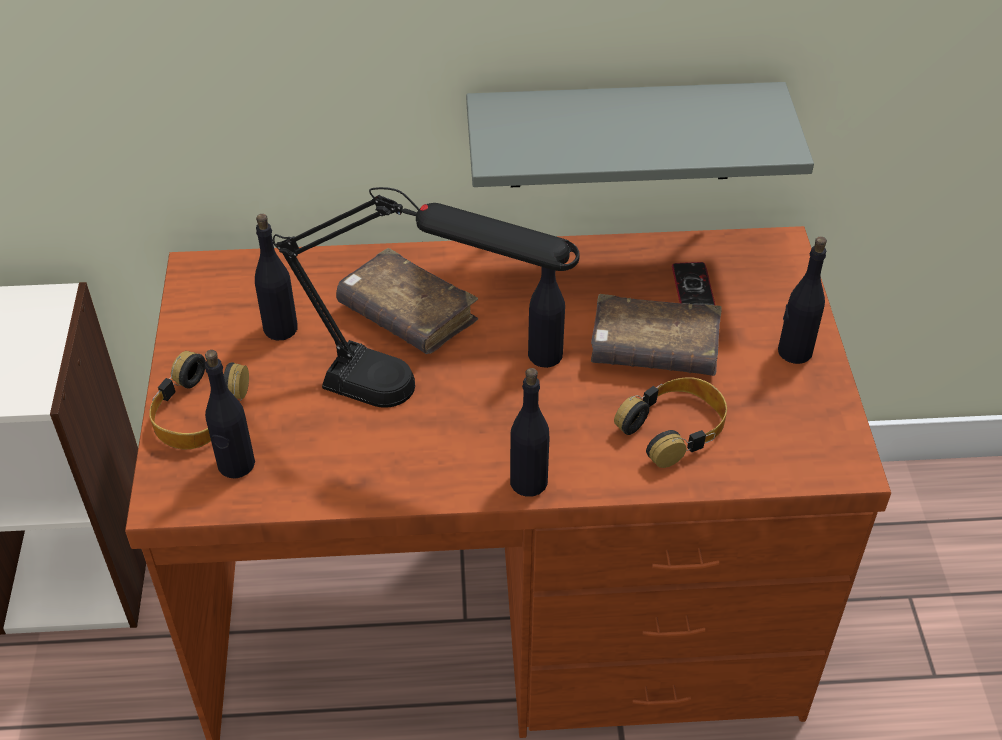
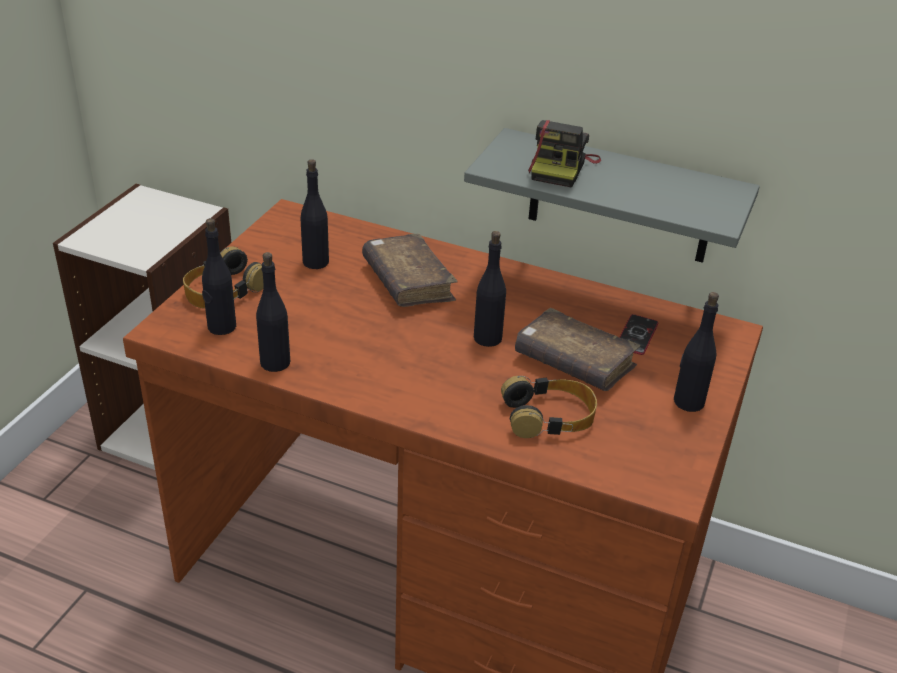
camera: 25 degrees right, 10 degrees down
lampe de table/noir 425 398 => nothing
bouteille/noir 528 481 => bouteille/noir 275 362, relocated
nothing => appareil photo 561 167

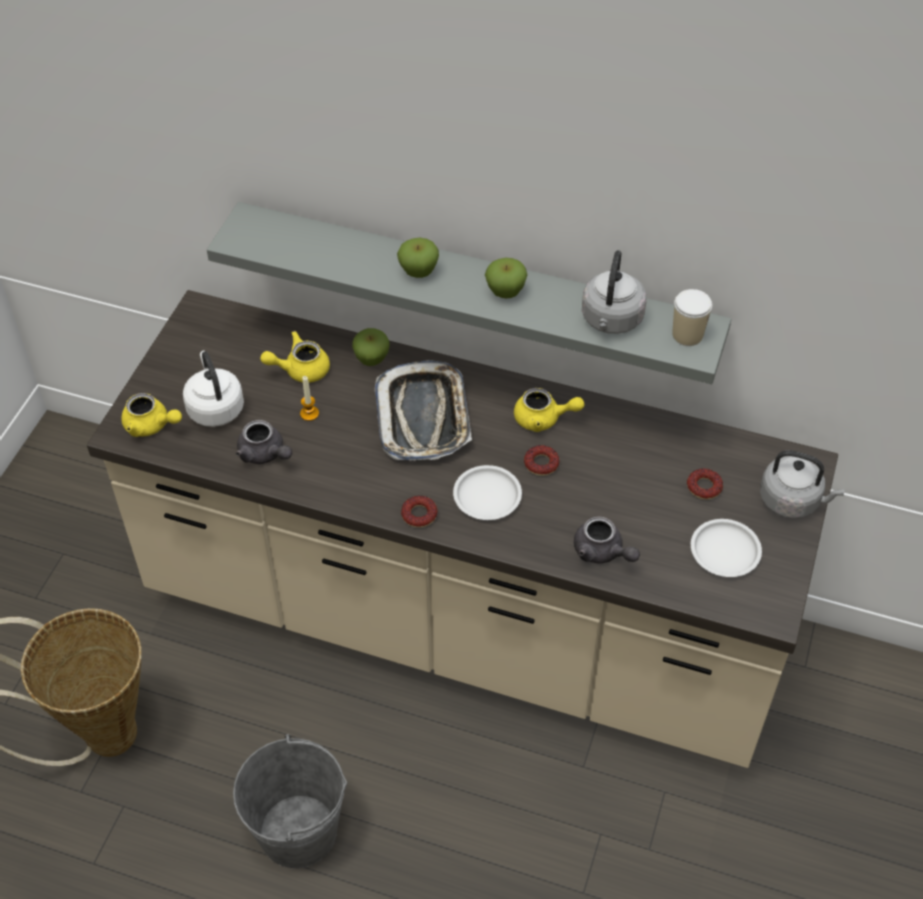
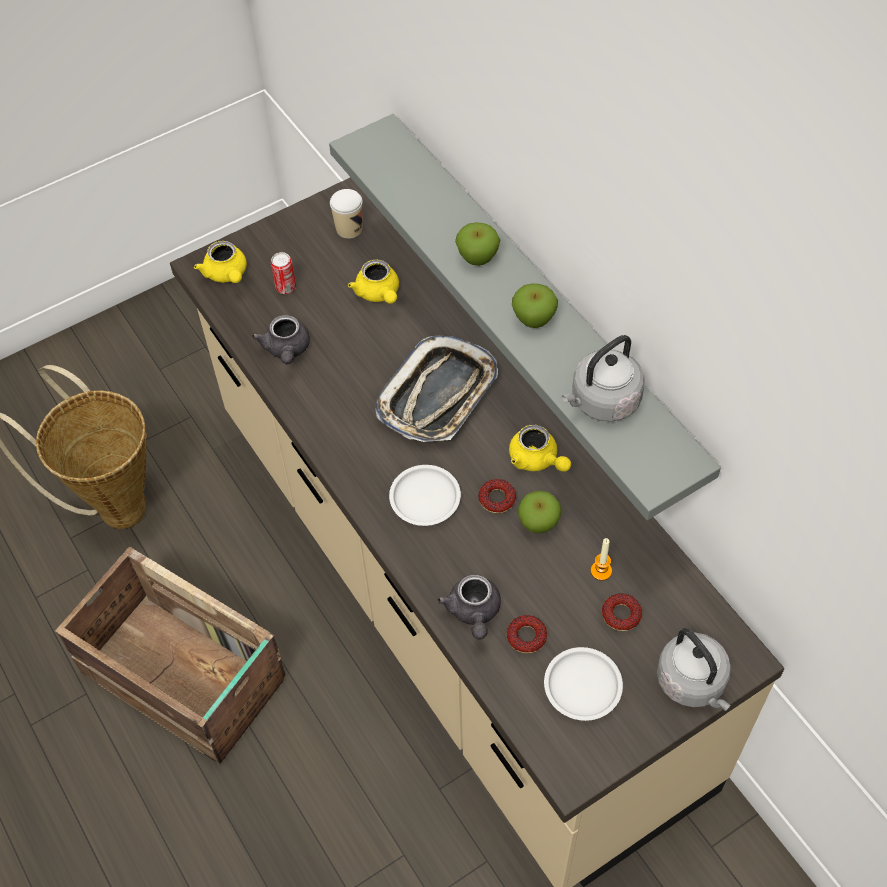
camera: 40 degrees right, 5 degrees up
bouilloire/blanc 215 407 => boîte métallique 286 287
seau/gris 298 831 => caisse 185 677
théière/jaune 300 369 => théière/jaune 378 294, 135 degrees counterclockwise
bougie 309 413 => bougie 601 571, relocated
pomme 371 359 => pomme 538 523, relocated
beignet 419 514 => beignet 526 636, relocated
tasse 687 335 => tasse 349 229, relocated

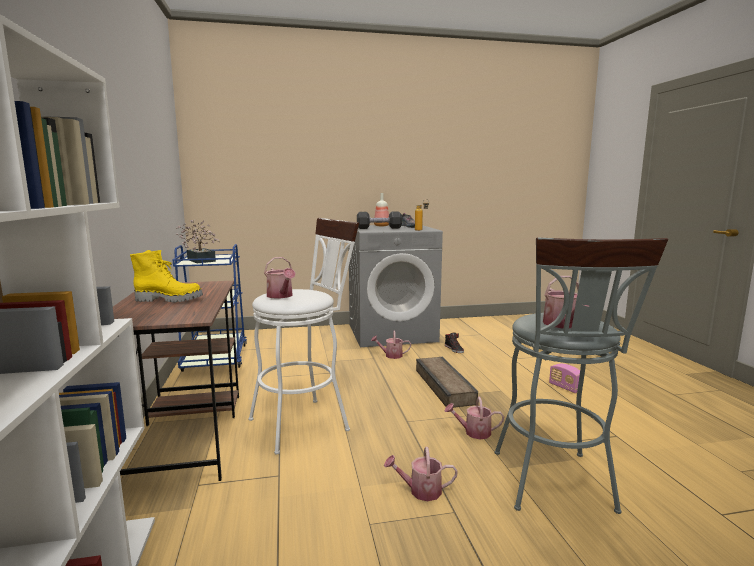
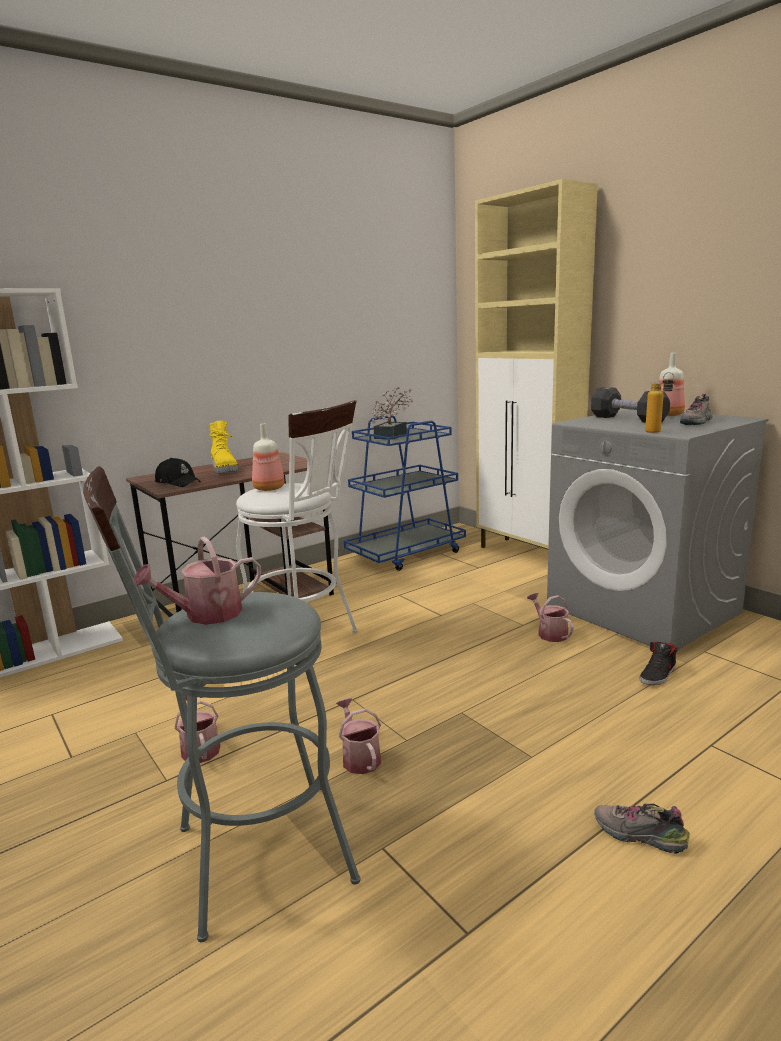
camera: 65 degrees right, 5 degrees up
arrosoir 281 296 => bouteille 268 488
caisse 445 386 => nothing
radio 565 387 => chaussure 639 836
nothing => casquette/noir 178 482
nothing => meuble de rangement/beige 528 554

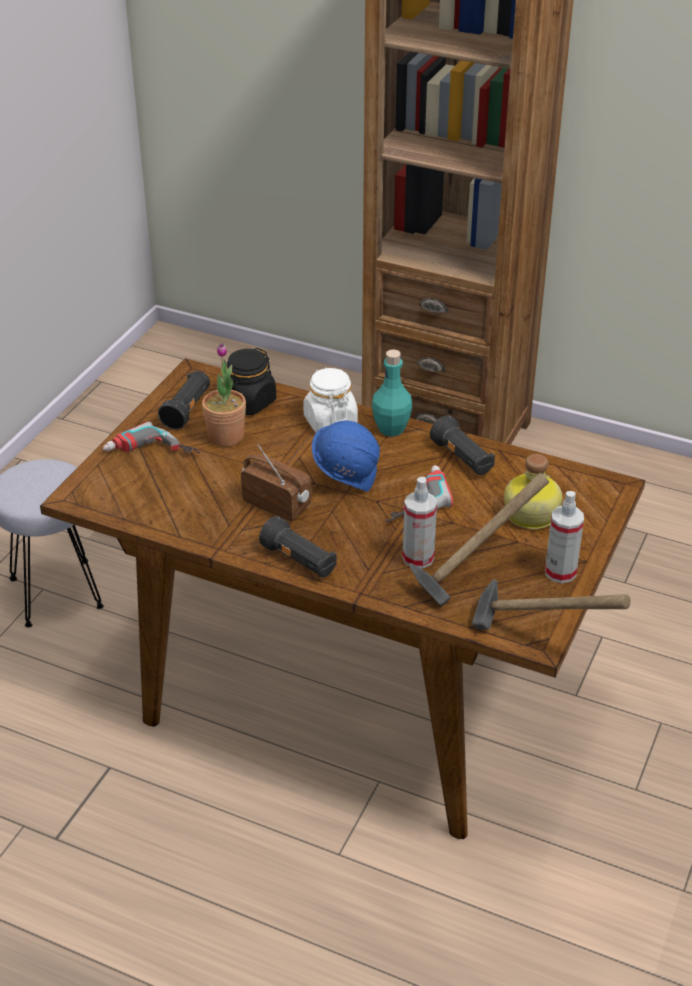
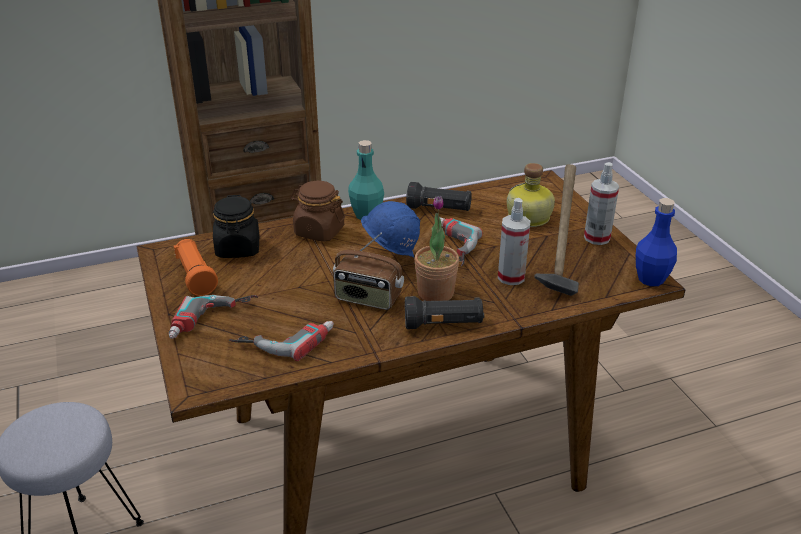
camera: 45 degrees left, 5 degrees down
lampe de poche/noir 187 410 => lampe de poche/orange 196 277
plante en pot 226 436 => plante en pot 435 293, relocated
radio 277 504 => radio 367 299, 150 degrees counterclockwise
bocal/blanc 330 422 => bocal/marron 319 231
marteau 539 639 => bouteille/bleu 651 279
nothing => perceuse 284 338

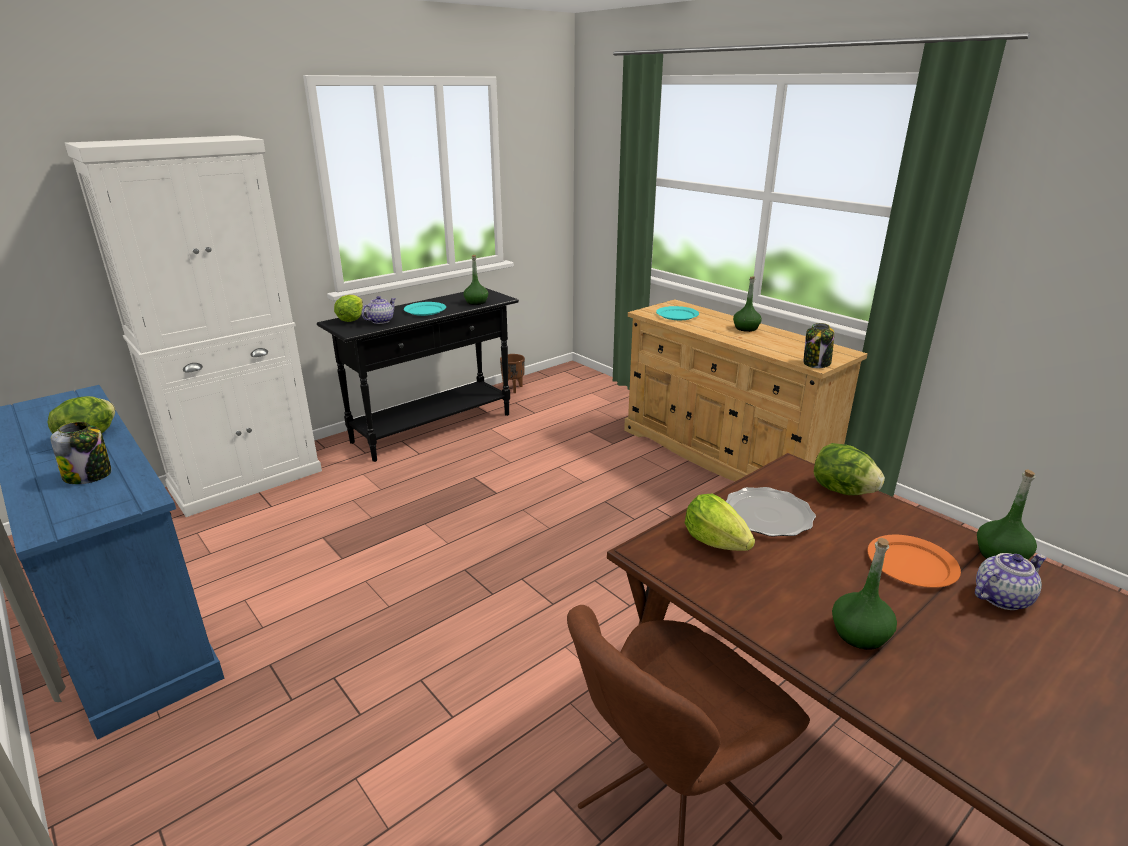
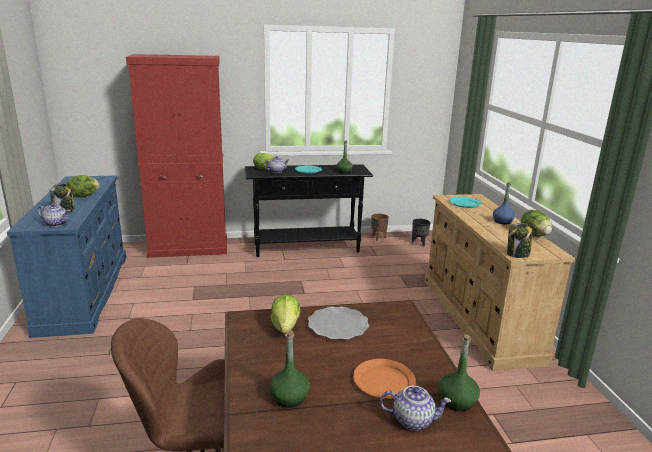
camera: 30 degrees right, 5 degrees down
meuble de rangement/blanc 247 479 => meuble de rangement/rouge 189 248
bouteille/vert 746 328 => bouteille/bleu 502 221
laitue 842 491 => laitue 534 235, relocated
nothing => théière 56 224
nothing => cache-pot/noir 419 243

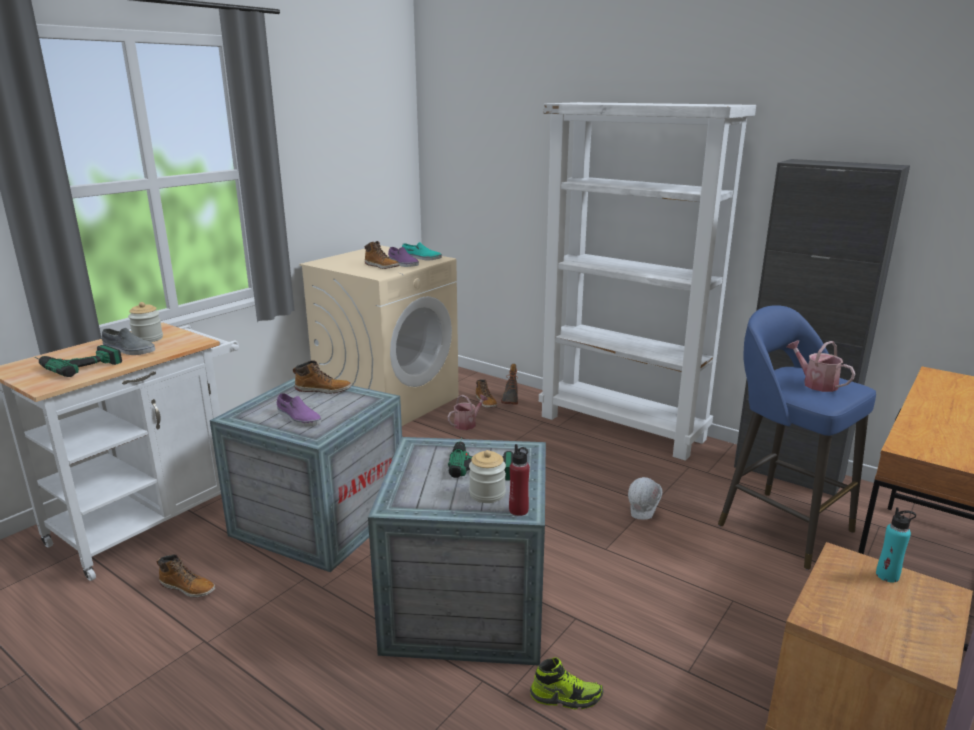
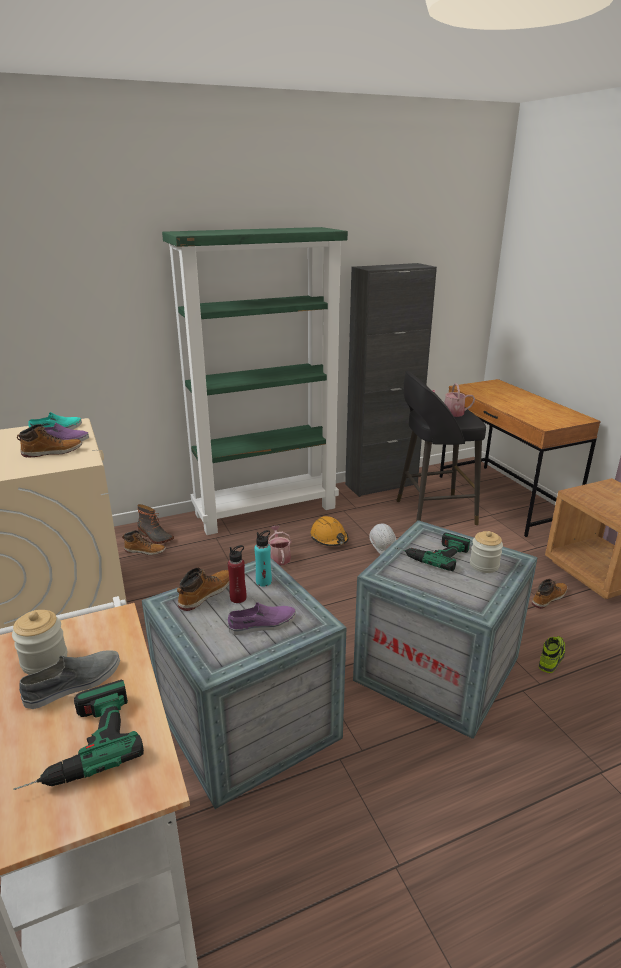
camera: 60 degrees left, 5 degrees up
botte 188 587 => botte 548 598, relocated
arrosoir 467 424 => arrosoir 279 557, relocated
bouteille/rouge 518 510 => bouteille/rouge 238 598, relocated
bibliothèque/blanc 623 427 => bibliothèque/vert 266 510
tabouret/bleu 781 526 => tabouret/noir 433 512
bouteille/turquoise 887 576 => bouteille/turquoise 264 582, relocated
nothing => casque de chantier/orange 329 538

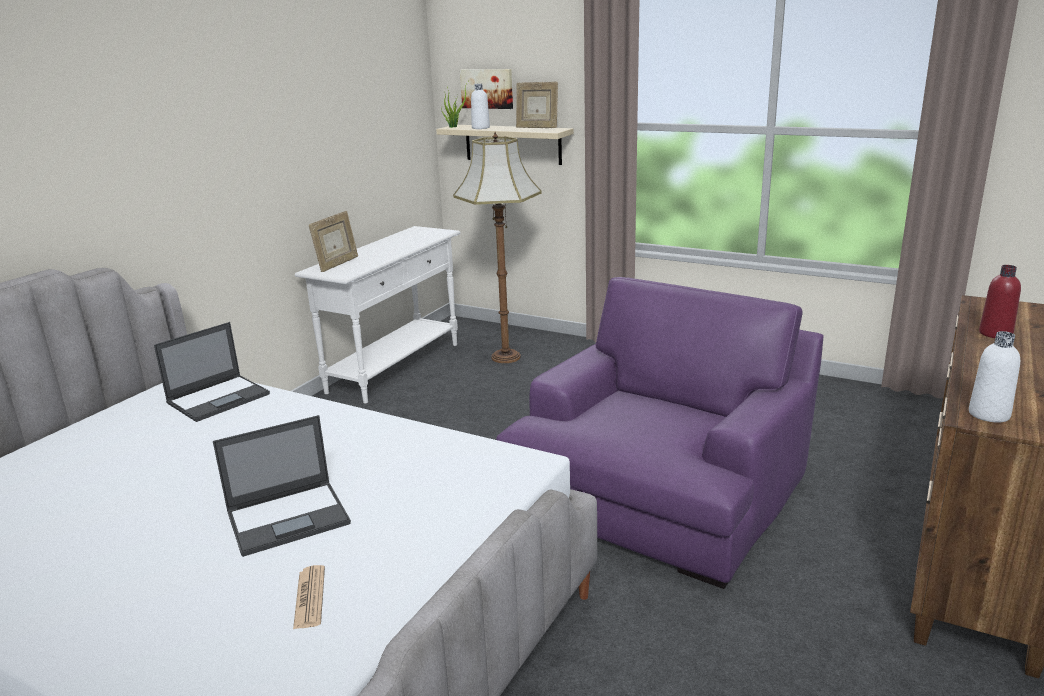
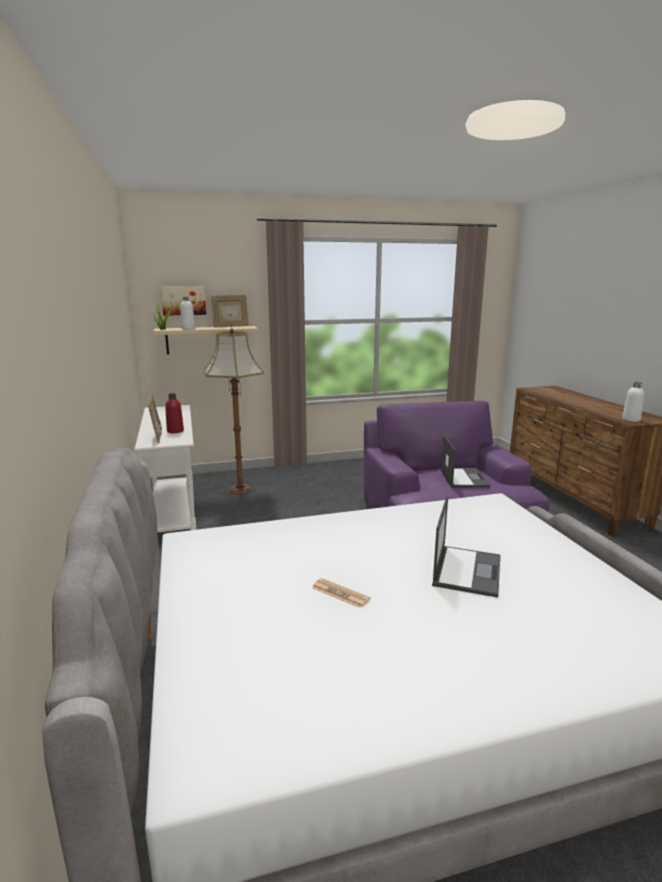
camera: 45 degrees left, 5 degrees down
ordinateur portable 219 398 => ordinateur portable 463 478, relocated
journal 309 597 => journal 340 593, relocated
bouteille/rouge 995 334 => bouteille/rouge 175 431, relocated

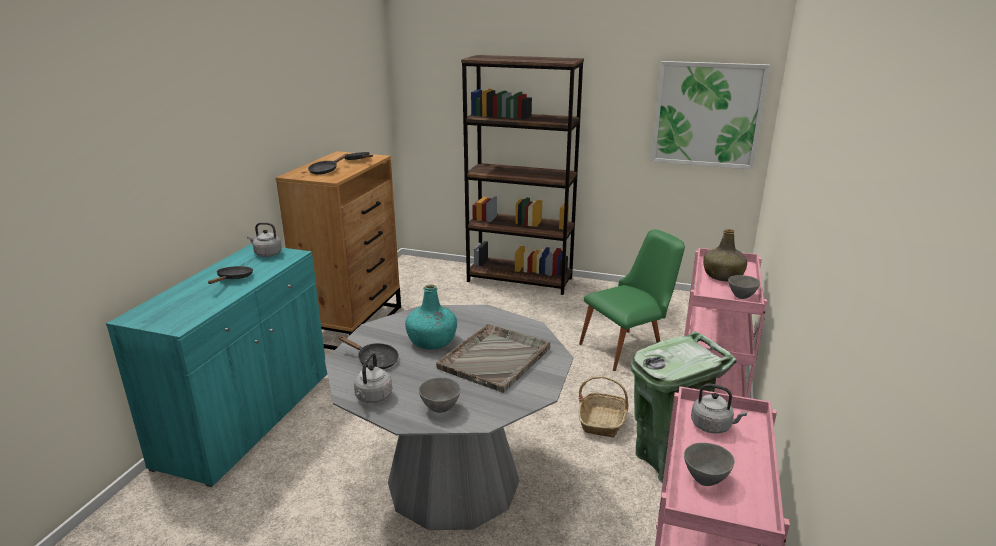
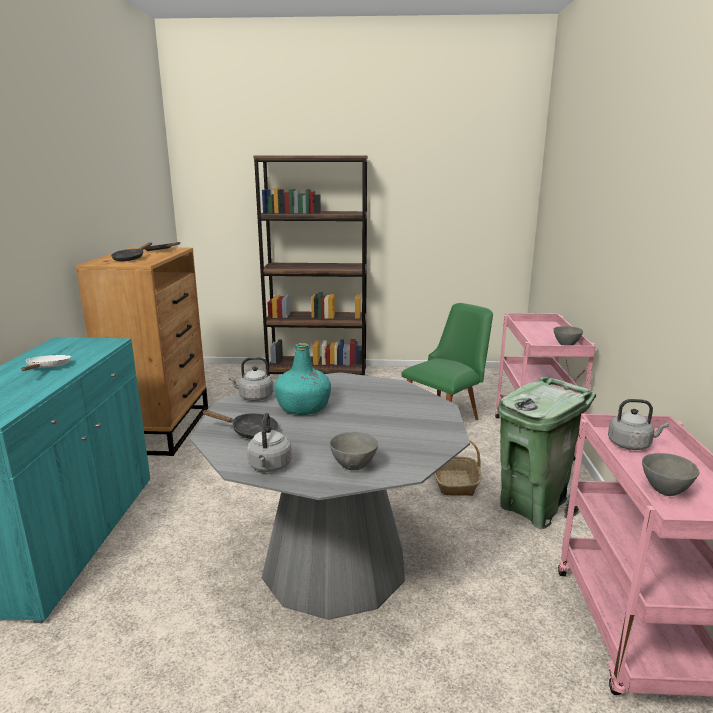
camera: 15 degrees left, 5 degrees down
poêle/noir 233 279 => poêle/blanc 48 368
bouilloire/gris 267 254 => bouilloire/gris 254 397, relocated
plateau/gris 495 358 => nothing
tableau 707 115 => nothing
bouteille/vert 723 276 => nothing

